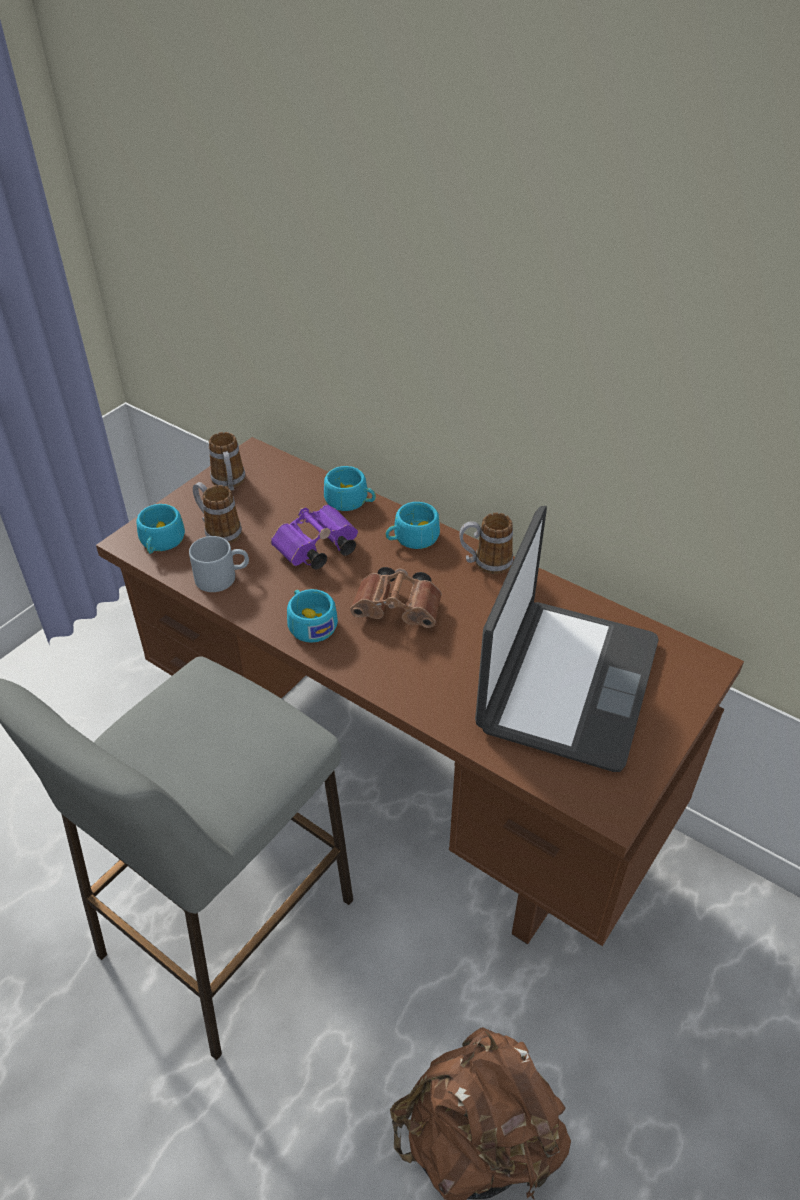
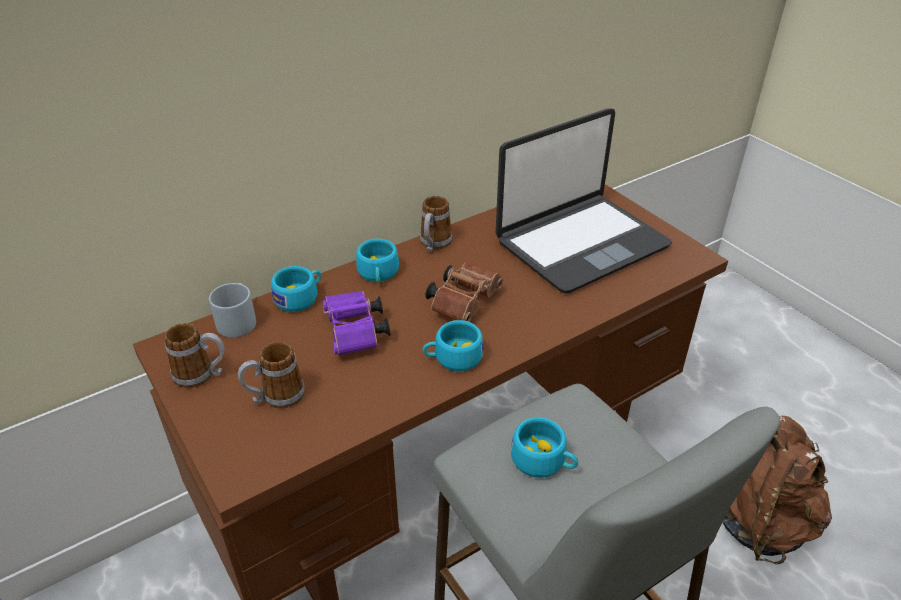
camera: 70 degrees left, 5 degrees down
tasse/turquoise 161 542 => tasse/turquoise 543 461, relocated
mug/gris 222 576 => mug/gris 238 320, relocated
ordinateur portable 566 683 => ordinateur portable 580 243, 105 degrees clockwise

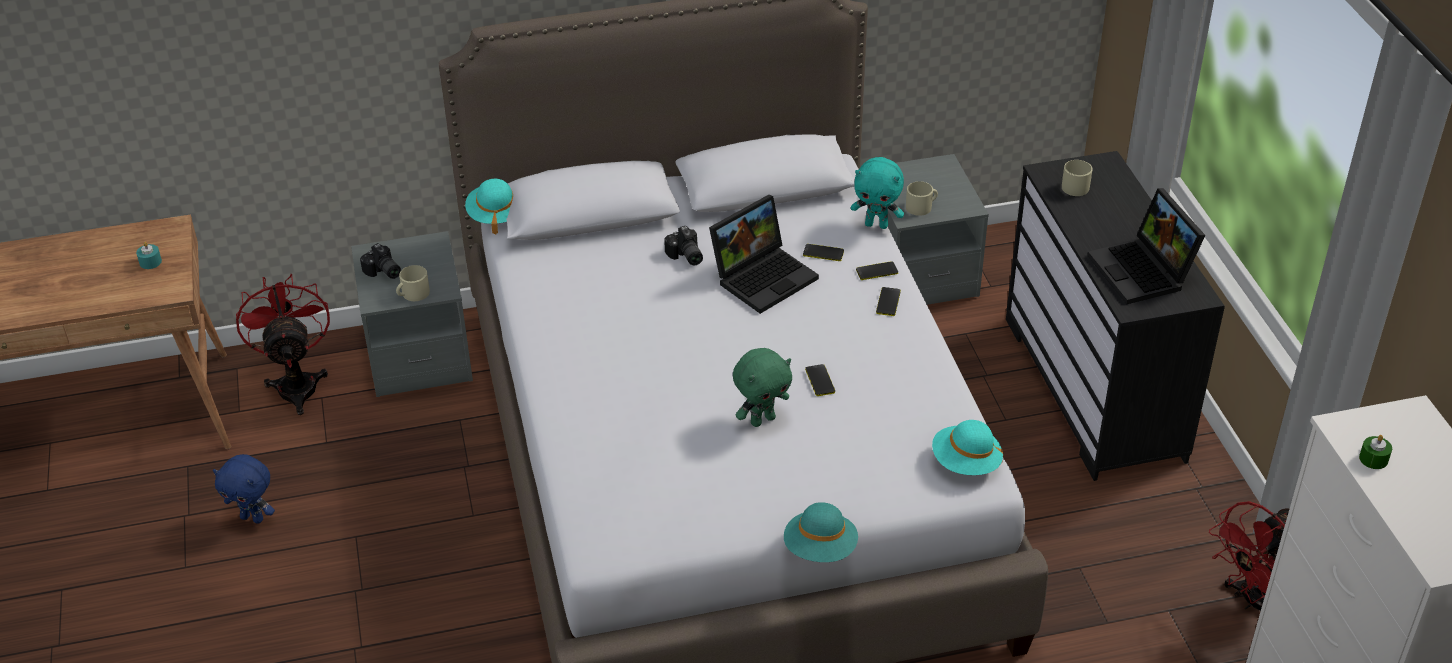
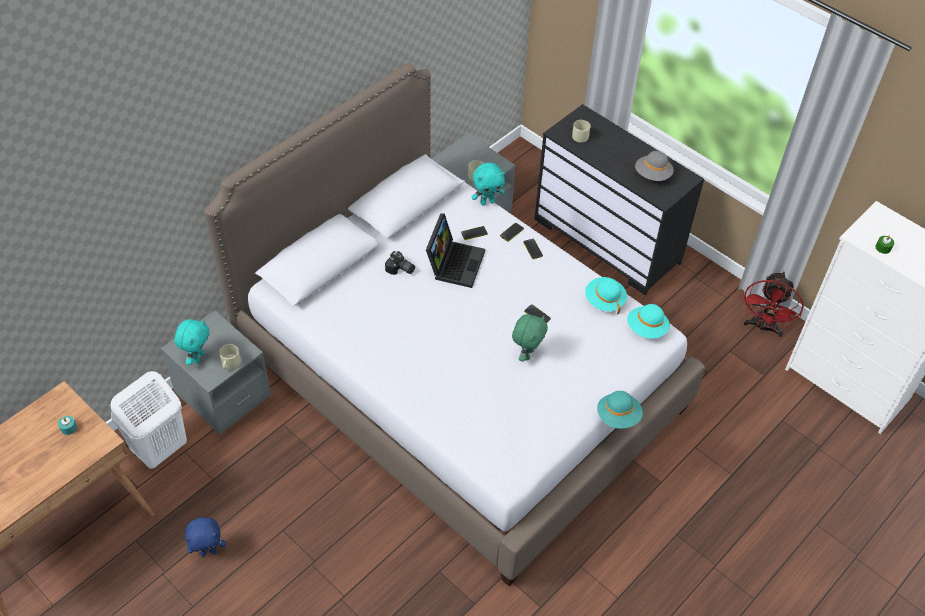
camera: 35 degrees left, 10 degrees up
ventilateur/rouge 296 383 => panier à linge/blanc 159 450
appareil photo 383 272 => peluche/turquoise 198 357
chapeau/turquoise 496 215 => chapeau/turquoise 604 300, relocated
ordinateur portable 1143 272 => chapeau/gris 652 175

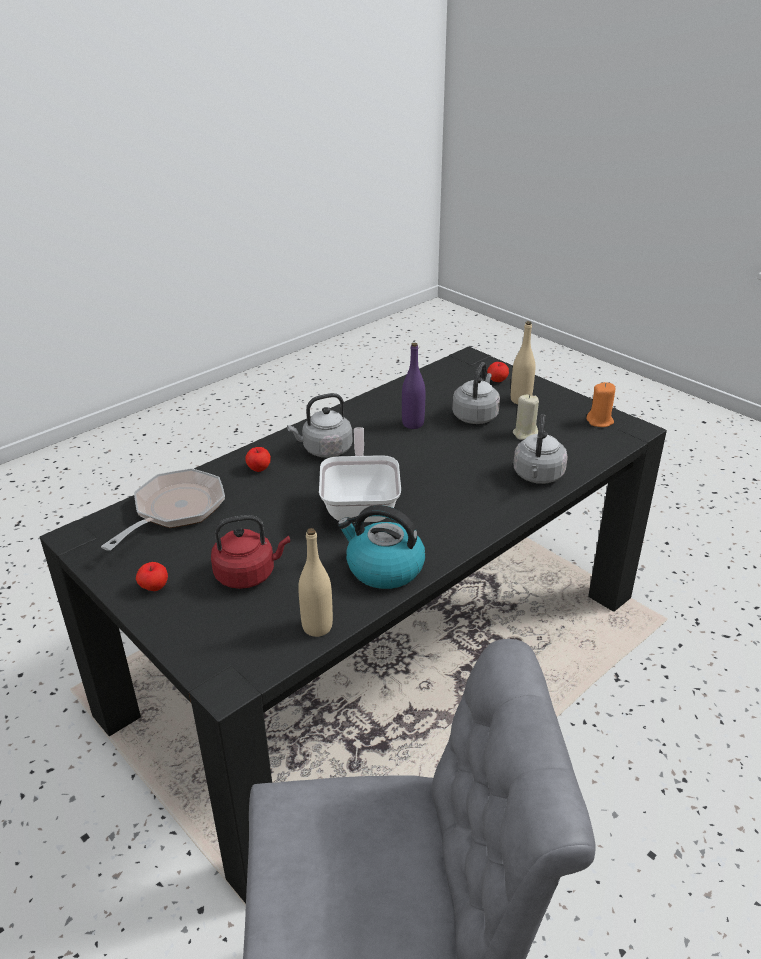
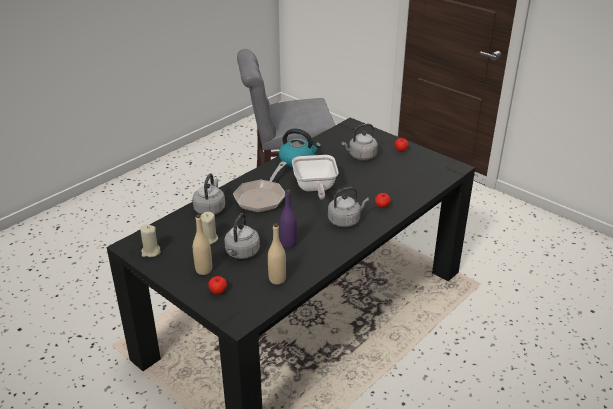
camera: 175 degrees right, 0 degrees up
poêle 175 510 => poêle 262 197, relocated
bouilloire/rouge 248 574 => bouilloire/gris 361 156
bouteille/beige 317 627 => bouteille/beige 277 279, relocated
bougie/orange 600 421 => bougie/beige 151 252

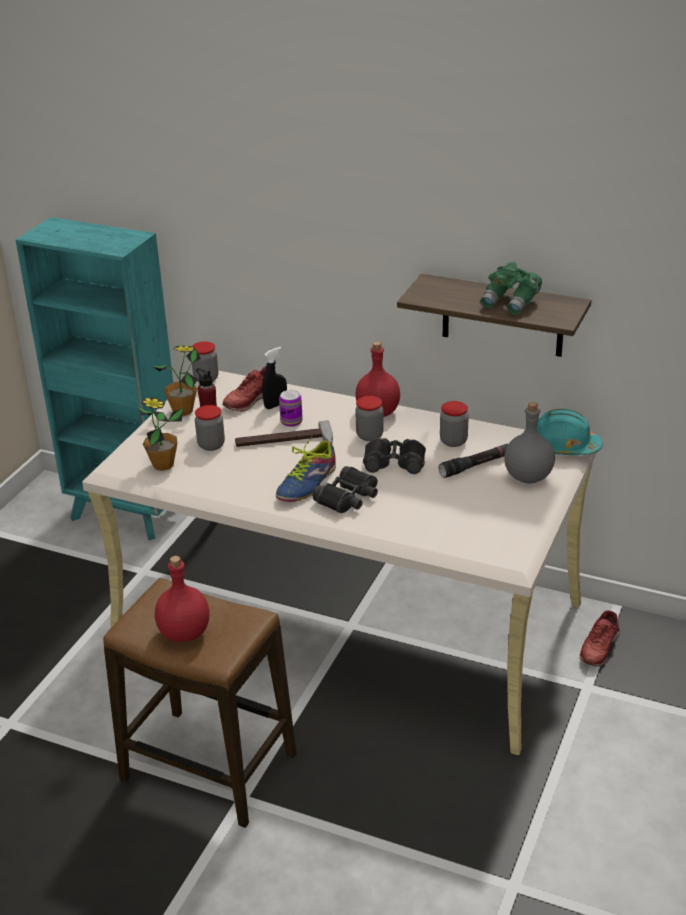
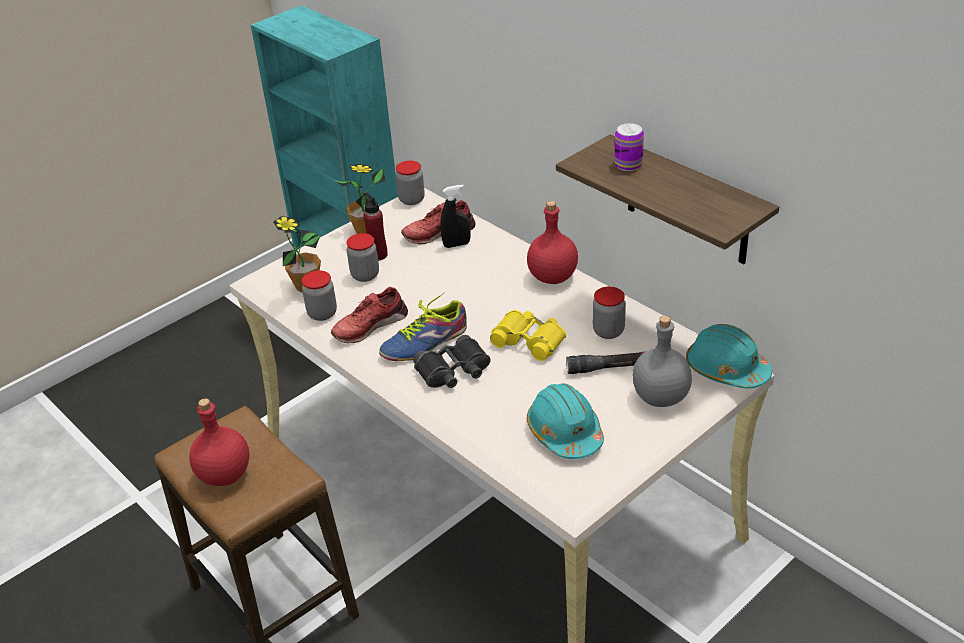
camera: 25 degrees right, 5 degrees up
marteau 284 442 => nothing
boîte métallique 291 421 => boîte métallique 628 164, relocated
bocal 369 435 => bocal 322 313, relocated
jumelles/noir 394 462 => jumelles/jaune 529 340
jumelles/vert 510 303 => nothing
chaussure/rouge 598 647 => chaussure/rouge 370 325, relocated
nothing => casque de chantier/turquoise 564 433

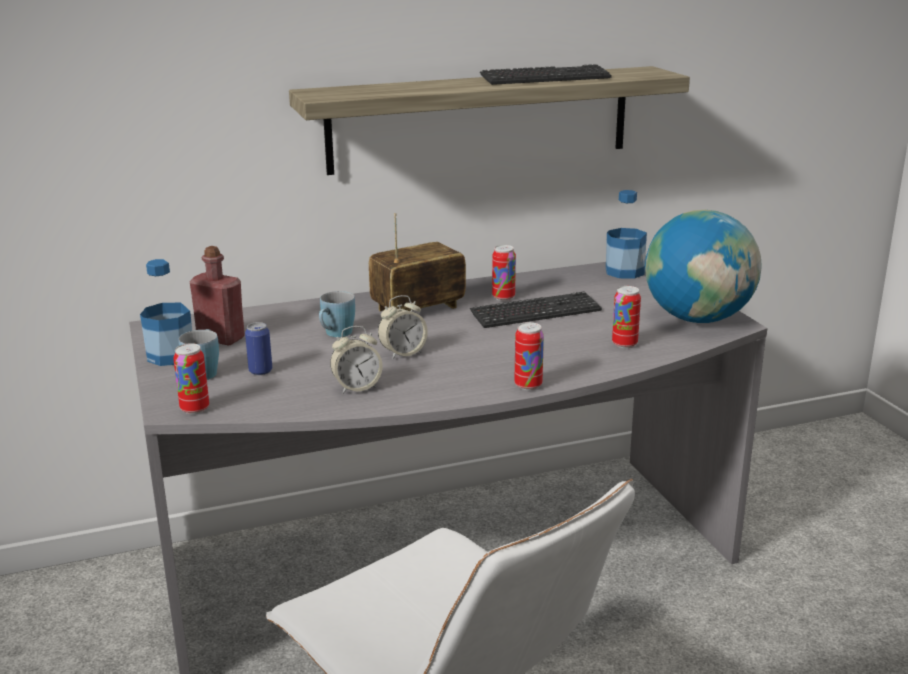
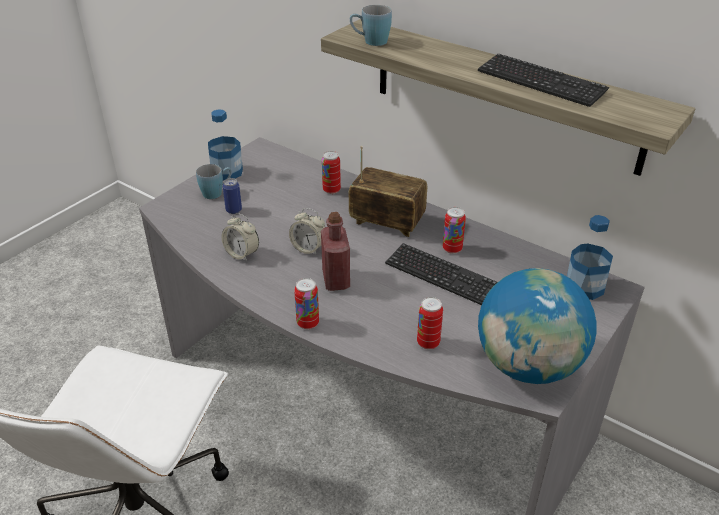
camera: 55 degrees right, 15 degrees up
boîte métallique 195 409 => boîte métallique 331 190, relocated
bouteille/rouge 221 338 => bouteille/rouge 336 280, relocated
mug/bleu 335 334 => mug/bleu 370 42, relocated

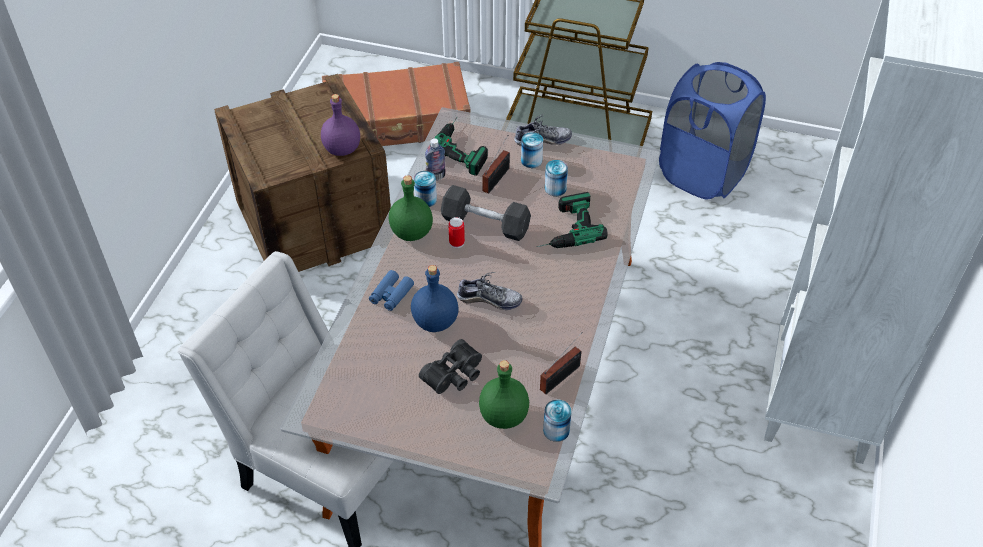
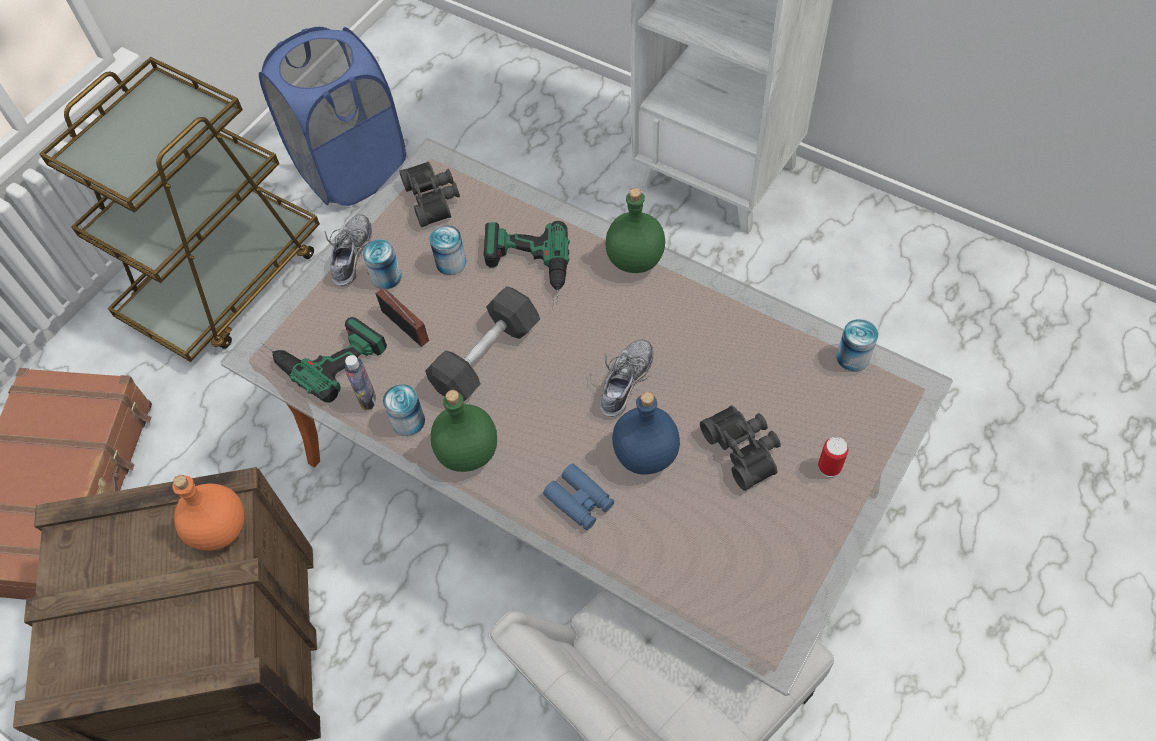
camera: 70 degrees left, 10 degrees up
bouteille/violet 342 149 => bouteille/orange 221 529
boîte métallique 456 243 => boîte métallique 829 467, relocated
bouteille/vert 503 415 => bouteille/vert 634 260, relocated
radio 562 376 => nothing
nothing => jumelles/noir 434 198

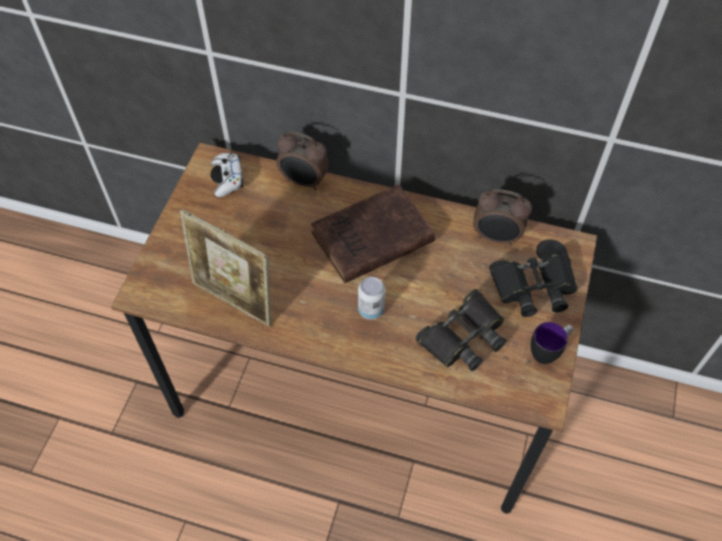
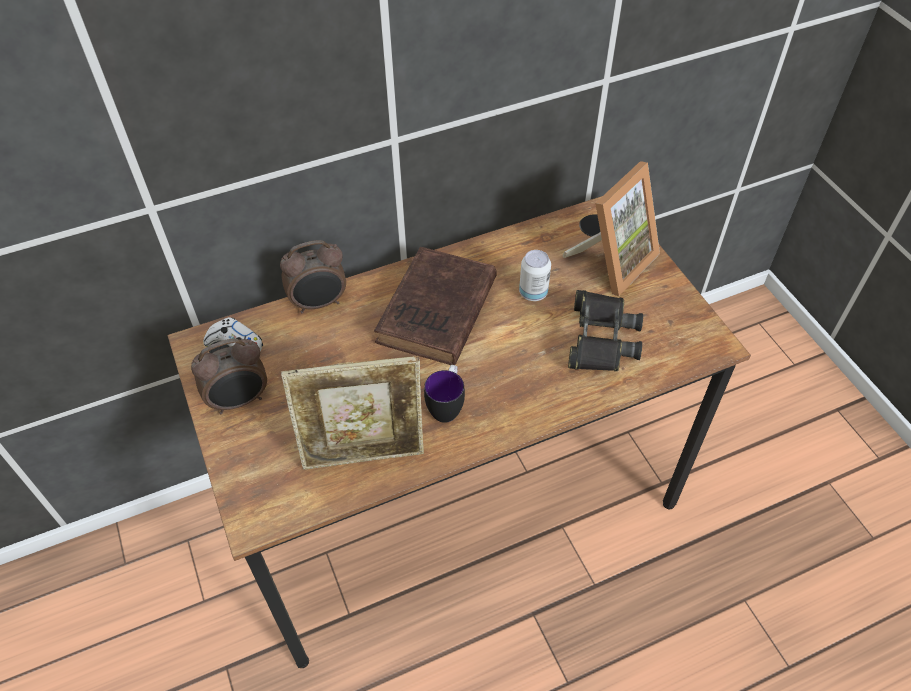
camera: 40 degrees left, 5 degrees down
boîte métallique 371 310 => boîte métallique 533 293, relocated
réveil 496 237 => réveil 240 401, relocated
jumelles/noir 533 287 => cadre photo 612 261
mug 548 351 => mug 447 406, relocated

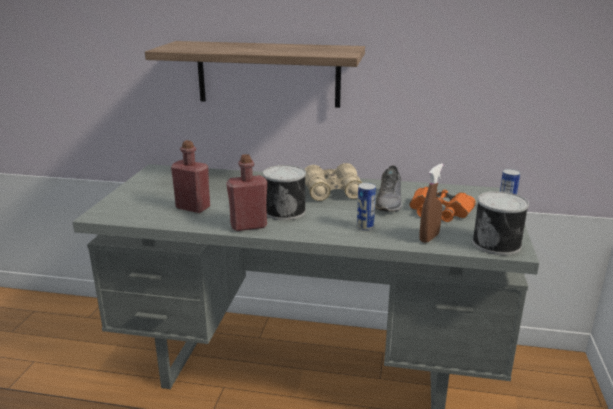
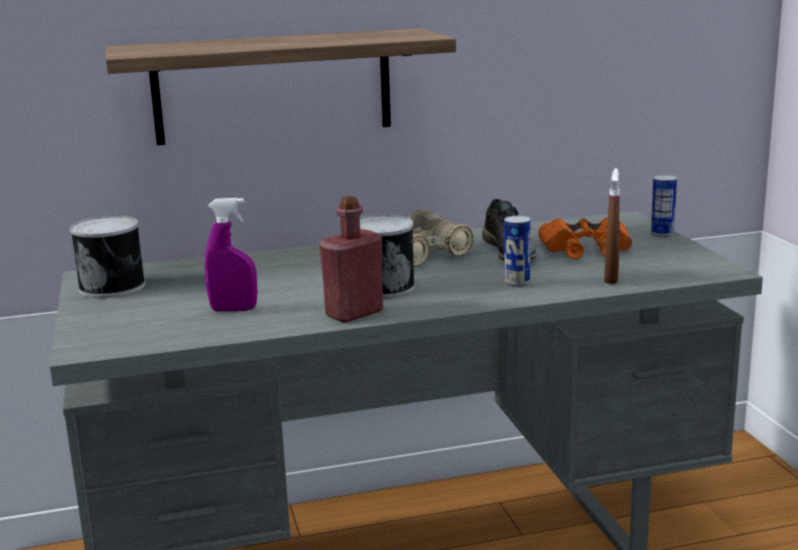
camera: 25 degrees left, 5 degrees down
bouteille/rouge 193 207 => vaporisateur/violet 233 310
boîte métallique 497 243 => boîte métallique 114 286, relocated

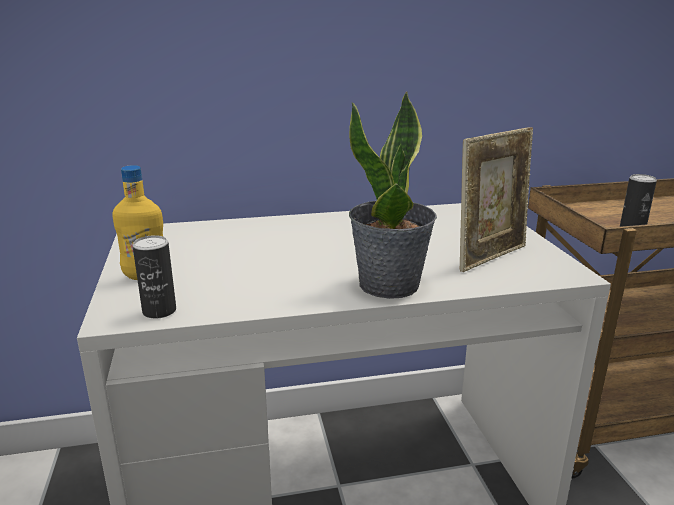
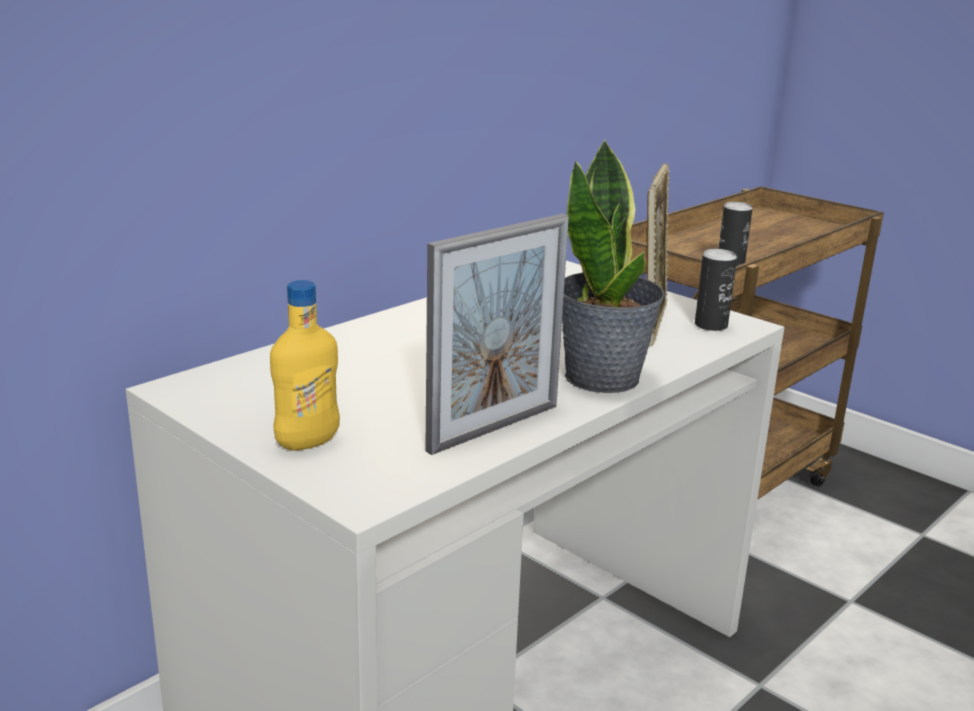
camera: 35 degrees left, 0 degrees up
boîte métallique 159 311 => boîte métallique 711 325, relocated
nothing => cadre photo 494 428

